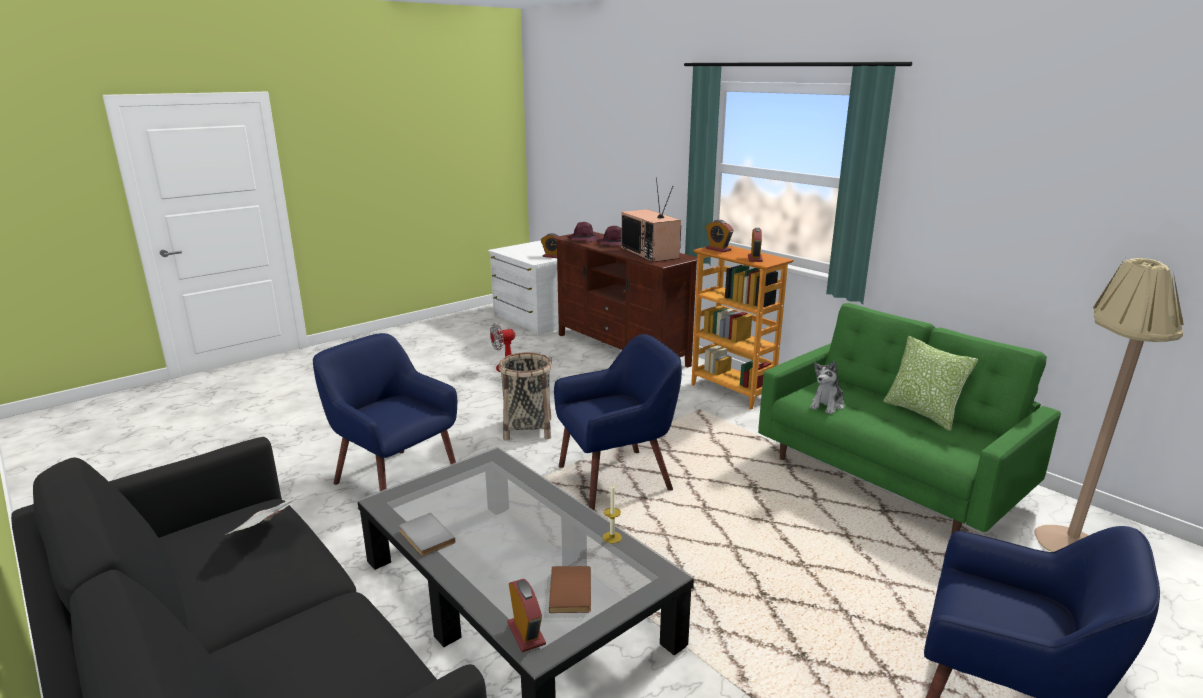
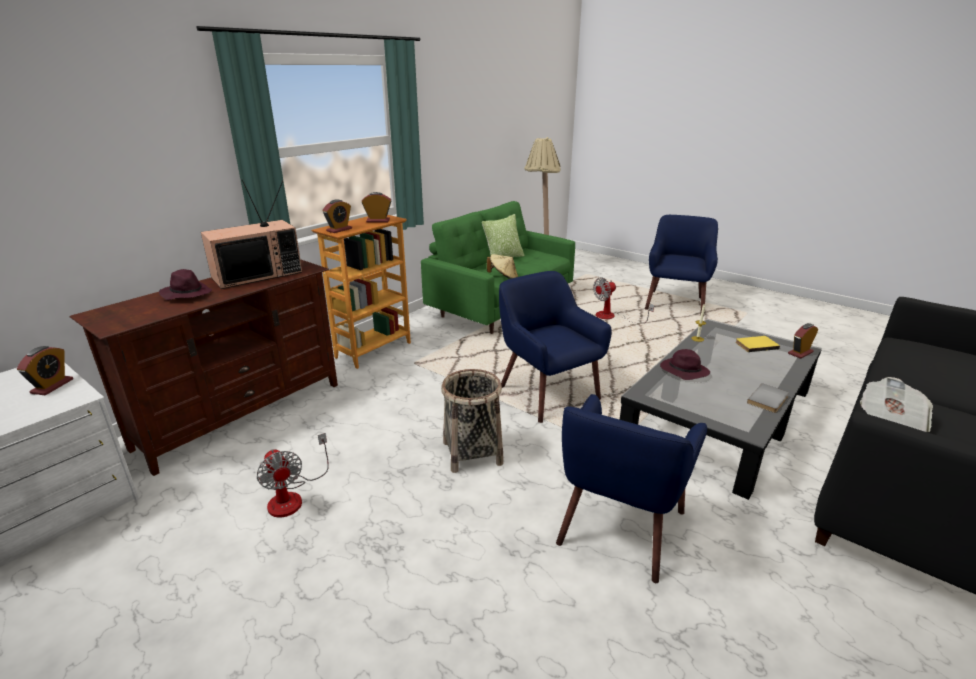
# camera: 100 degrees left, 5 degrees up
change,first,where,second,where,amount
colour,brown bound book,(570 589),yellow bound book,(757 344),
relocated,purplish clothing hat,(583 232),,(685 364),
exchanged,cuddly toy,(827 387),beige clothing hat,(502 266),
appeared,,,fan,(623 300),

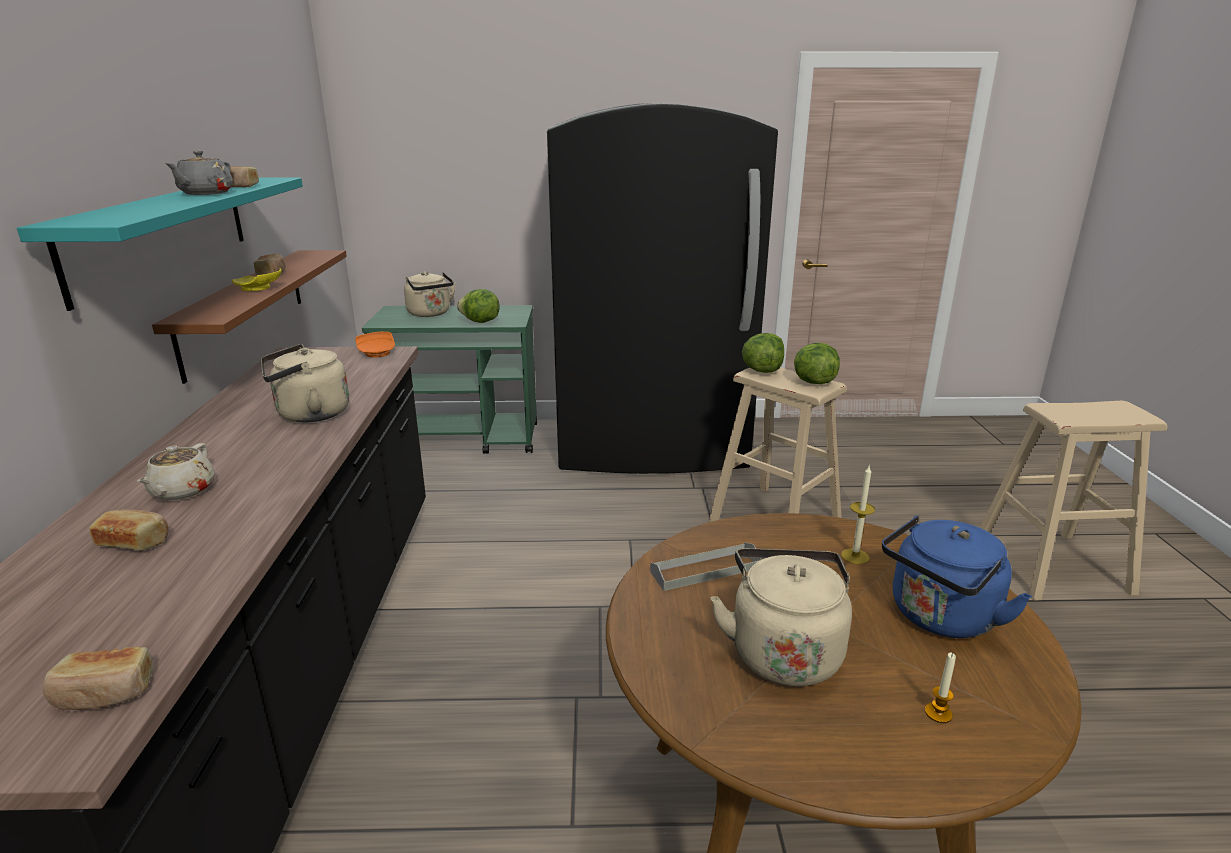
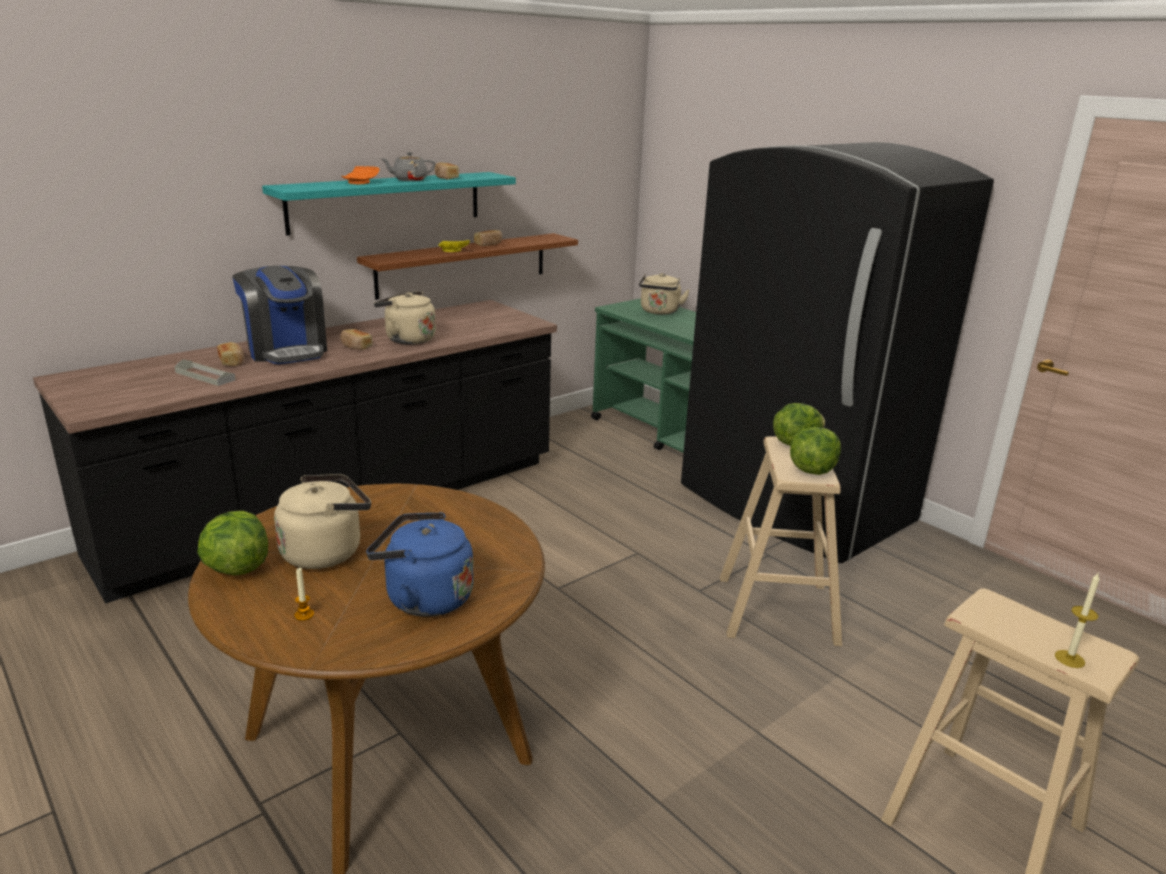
# camera: 50 degrees right, 0 degrees up
change,first,where,second,where,amount
relocated,baked bread,(98 678),,(356 339),
exchanged,beige pot for tea,(175 472),coffee brewer,(279 315),
relocated,orange flat dish,(375 345),,(360 175),
relocated,head of lettuce,(478 306),,(232 543),
relocated,gray tray,(706 566),,(205 372),
relocated,wax candle,(858 515),,(1077 620),

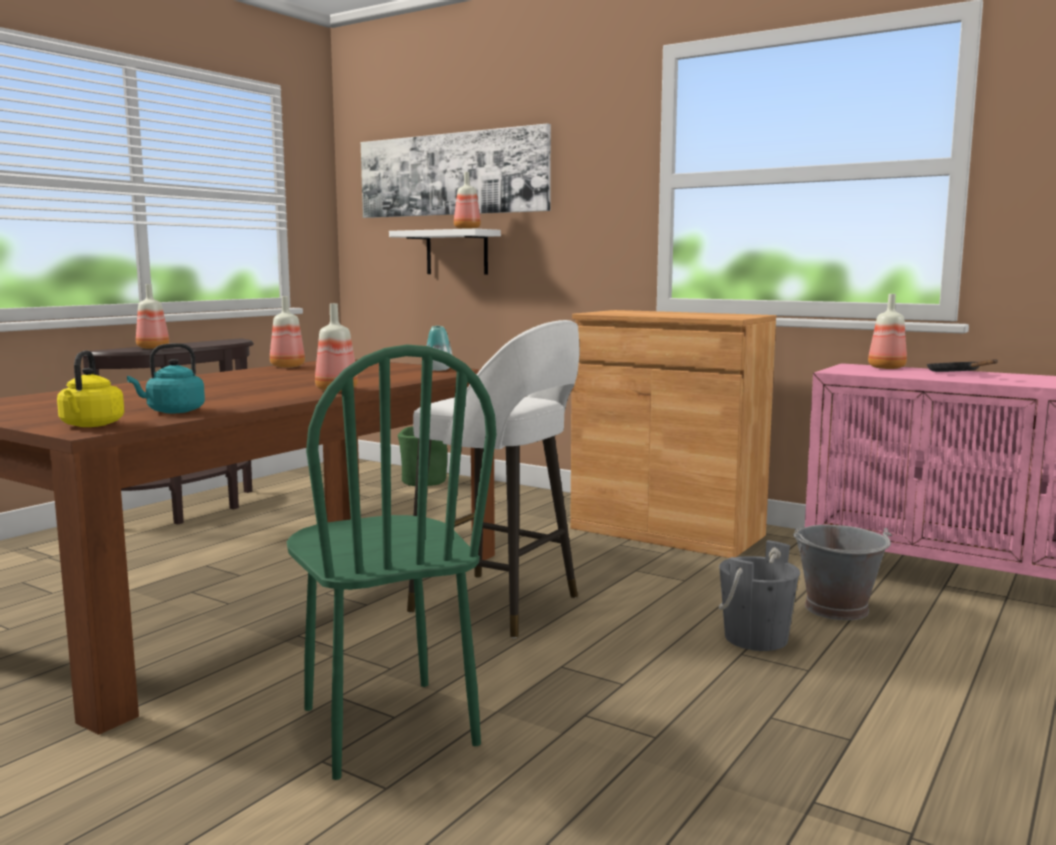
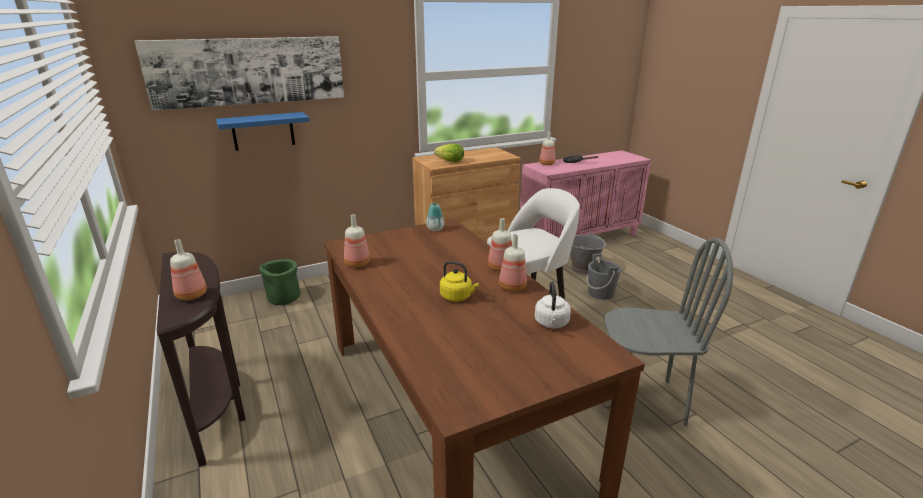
# camera: 60 degrees left, 15 degrees up
change,first,where,second,where,amount
relocated,yellow water kettle,(90 388),,(459 281),
colour,turquoise-coloured water kettle,(166 378),whitish water kettle,(553 305),
colour,green upright chair,(391 562),gray upright chair,(668 332),
colour,whitish shelf,(445 252),blue-coloured shelf,(262 131),
relocated,bottle,(467 200),,(513 263),
appeared,,,head of lettuce,(449 153),

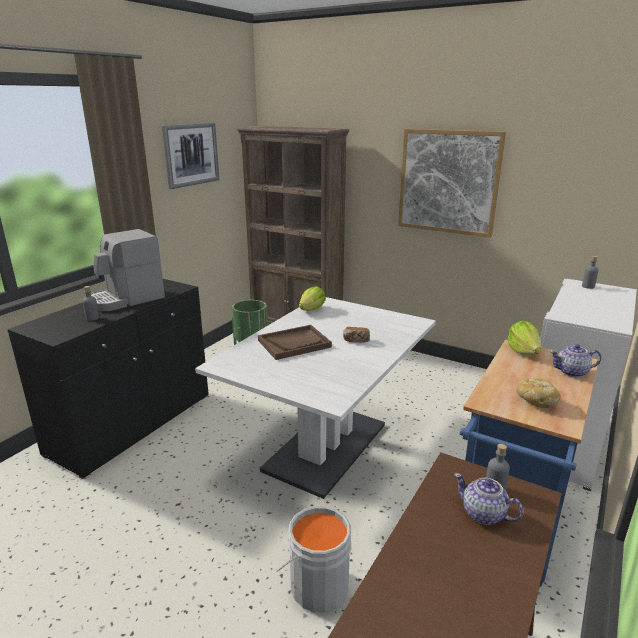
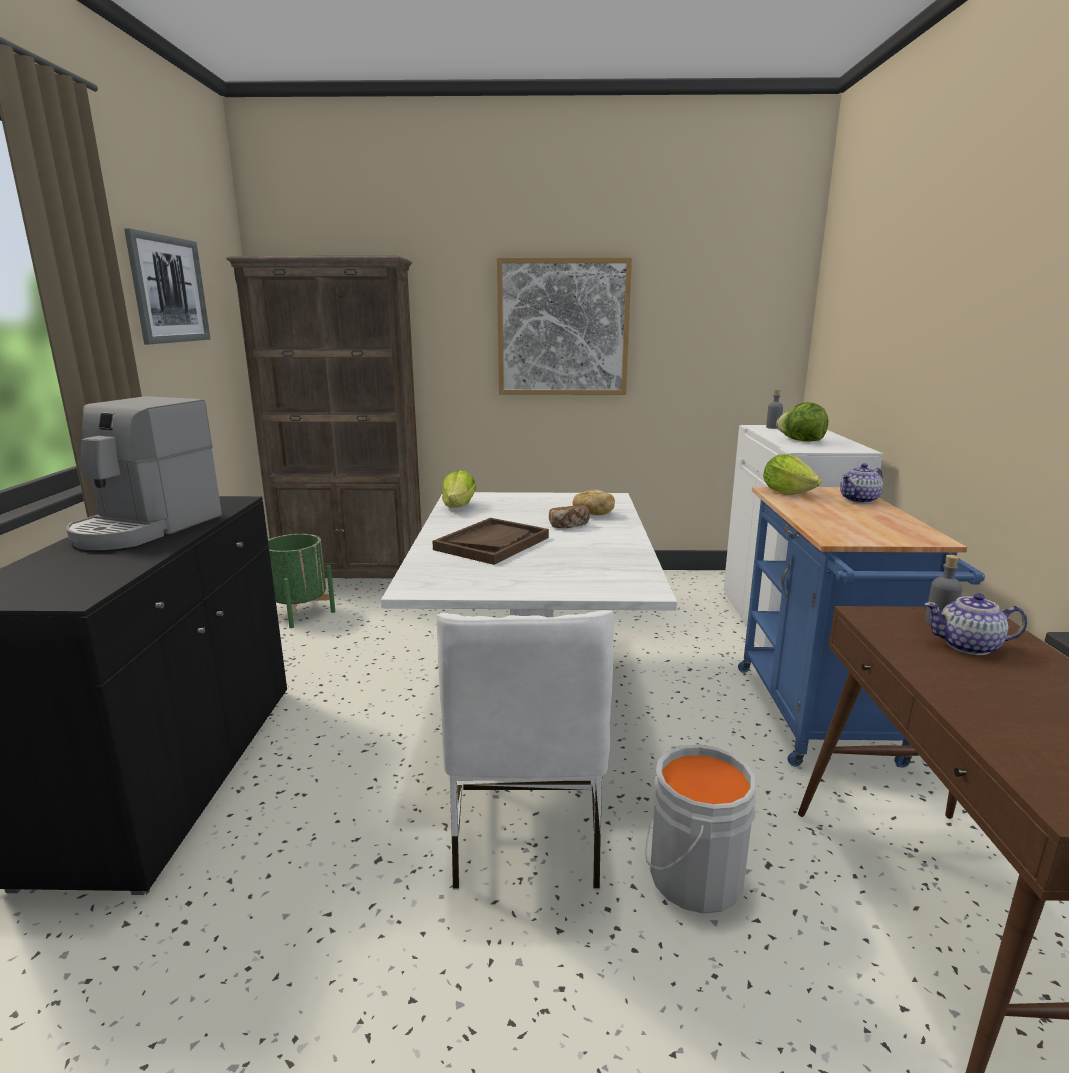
# camera: 30 degrees left, 5 degrees down
change,first,where,second,where,amount
missing,gray bottle,(91 303),,,
relocated,baked bread,(538 393),,(593 502),
appeared,,,whitish upright chair,(525 749),
appeared,,,head of lettuce,(802 422),

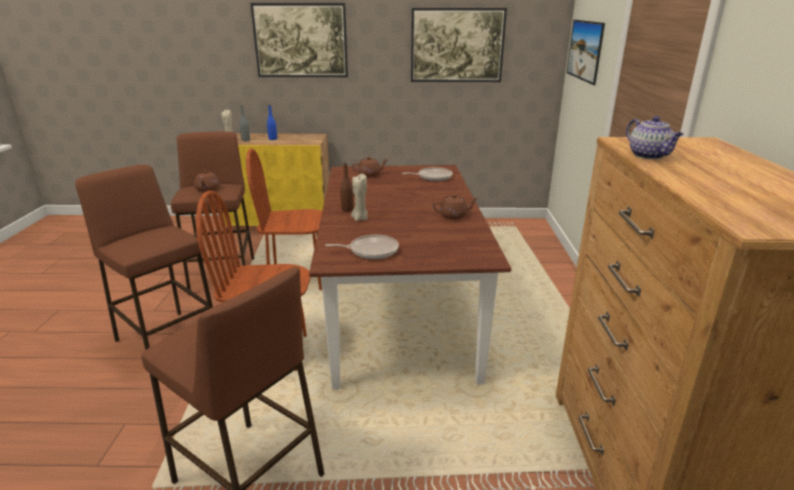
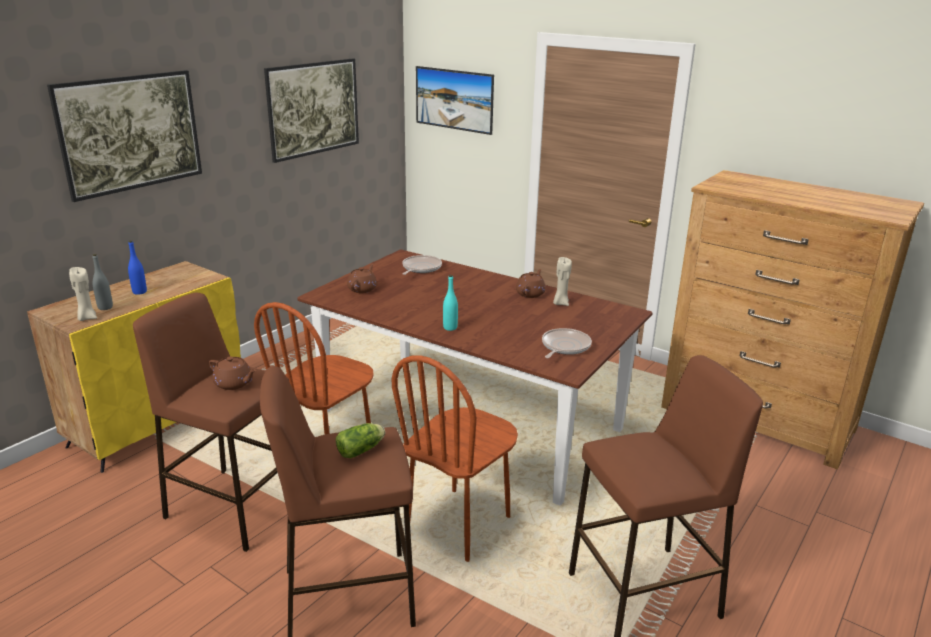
# camera: 55 degrees left, 0 degrees up
change,first,where,second,where,amount
colour,brown bottle,(346 187),turquoise-coloured bottle,(450 303),
relocated,beige wax candle,(359 197),,(562 281),
missing,pot for tea,(654 137),,,
appeared,,,head of lettuce,(360 440),

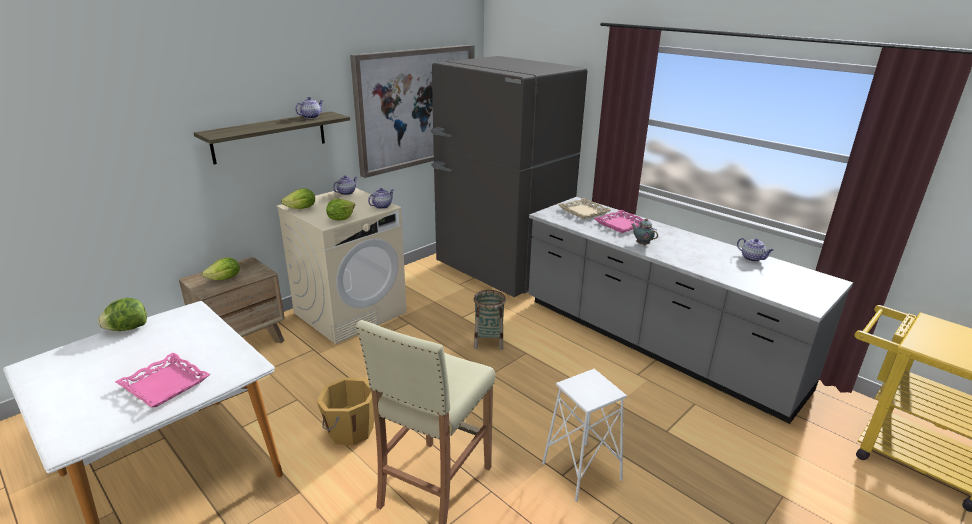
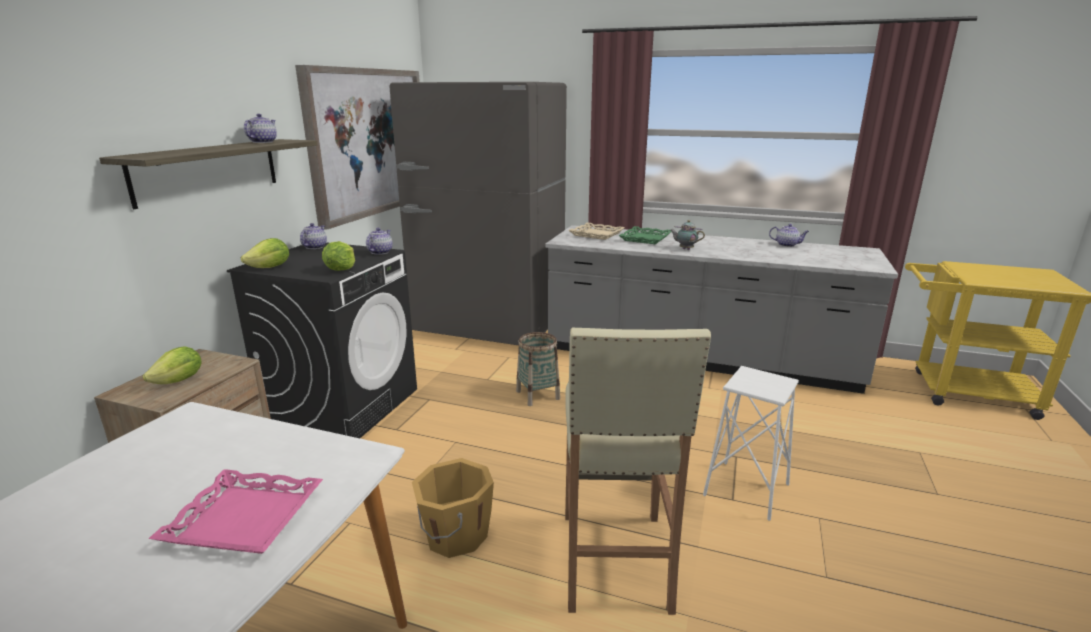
# camera: 25 degrees left, 5 degrees down
change,first,where,second,where,amount
missing,head of lettuce,(122 314),,,
colour,beige laundry appliance,(341 266),black-coloured laundry appliance,(322 340),
colour,pinkish tray,(622 221),green tray,(645 235),

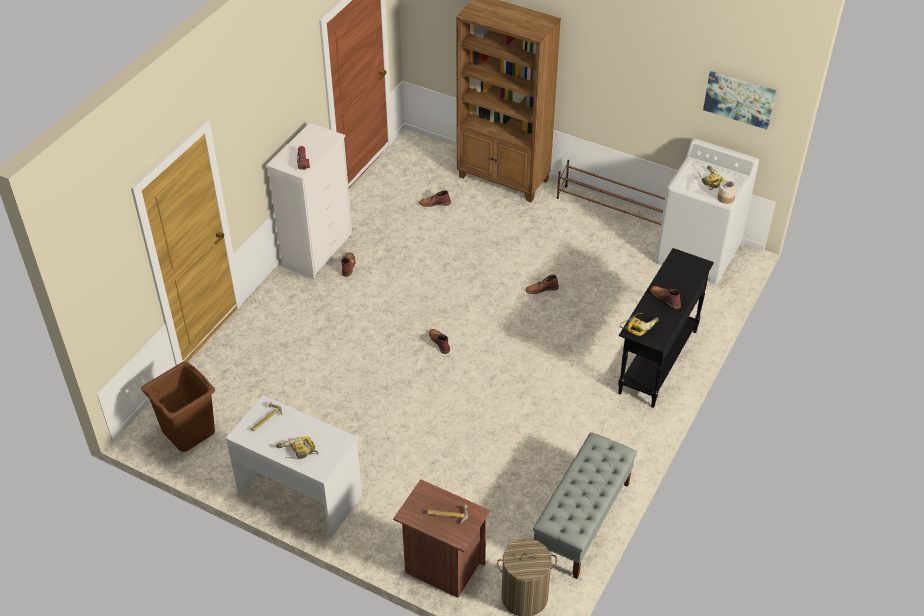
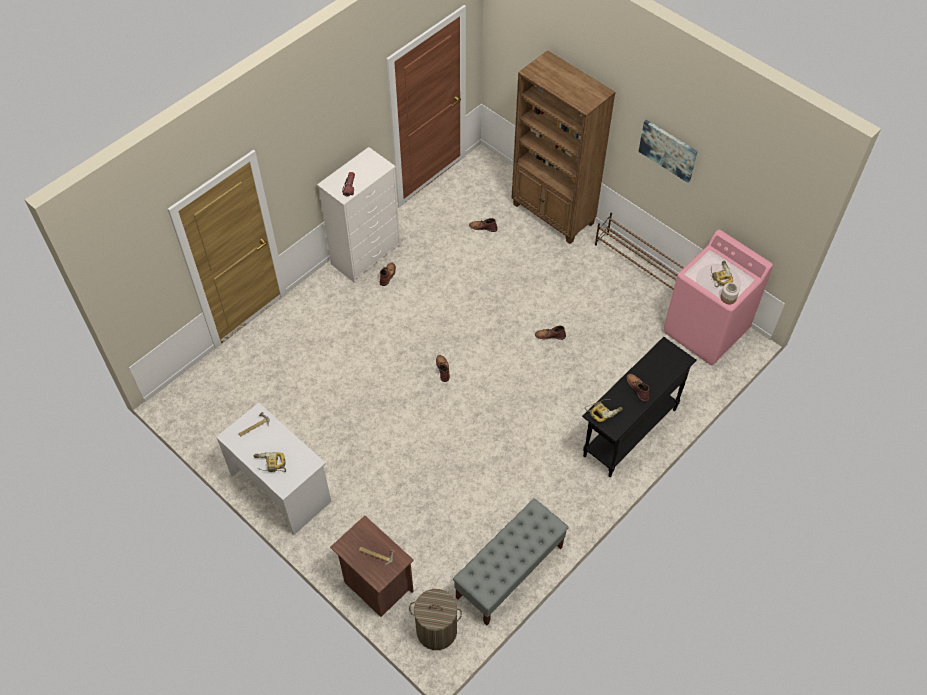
# camera: 15 degrees right, 10 degrees up
change,first,where,second,where,amount
missing,brown washing basket,(178 406),,,
colour,whitish laundry appliance,(707 211),pinkish laundry appliance,(718 297),
relocated,picture,(740 100),,(668 151),

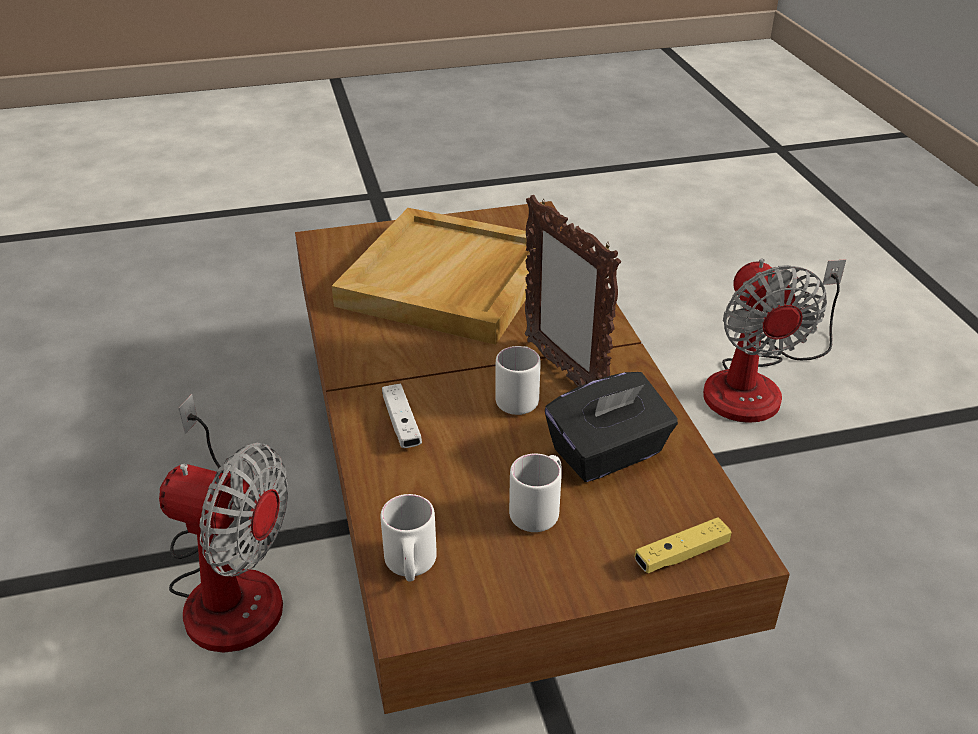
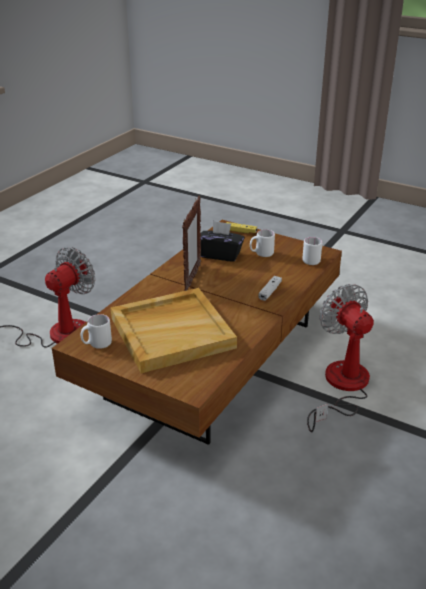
# camera: 135 degrees left, 5 degrees down
change,first,where,second,where,amount
relocated,whitish mug,(518 380),,(96 331),

